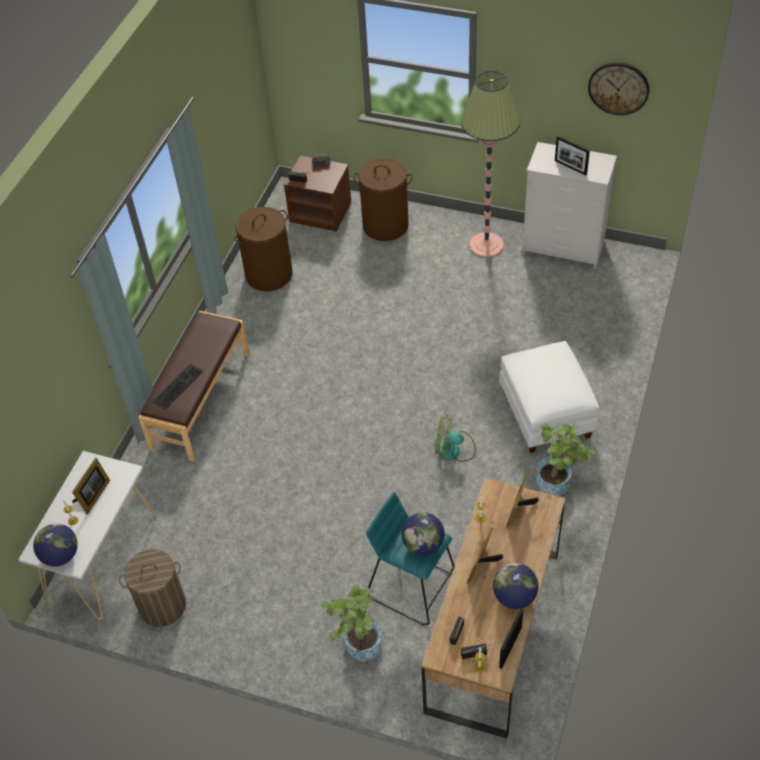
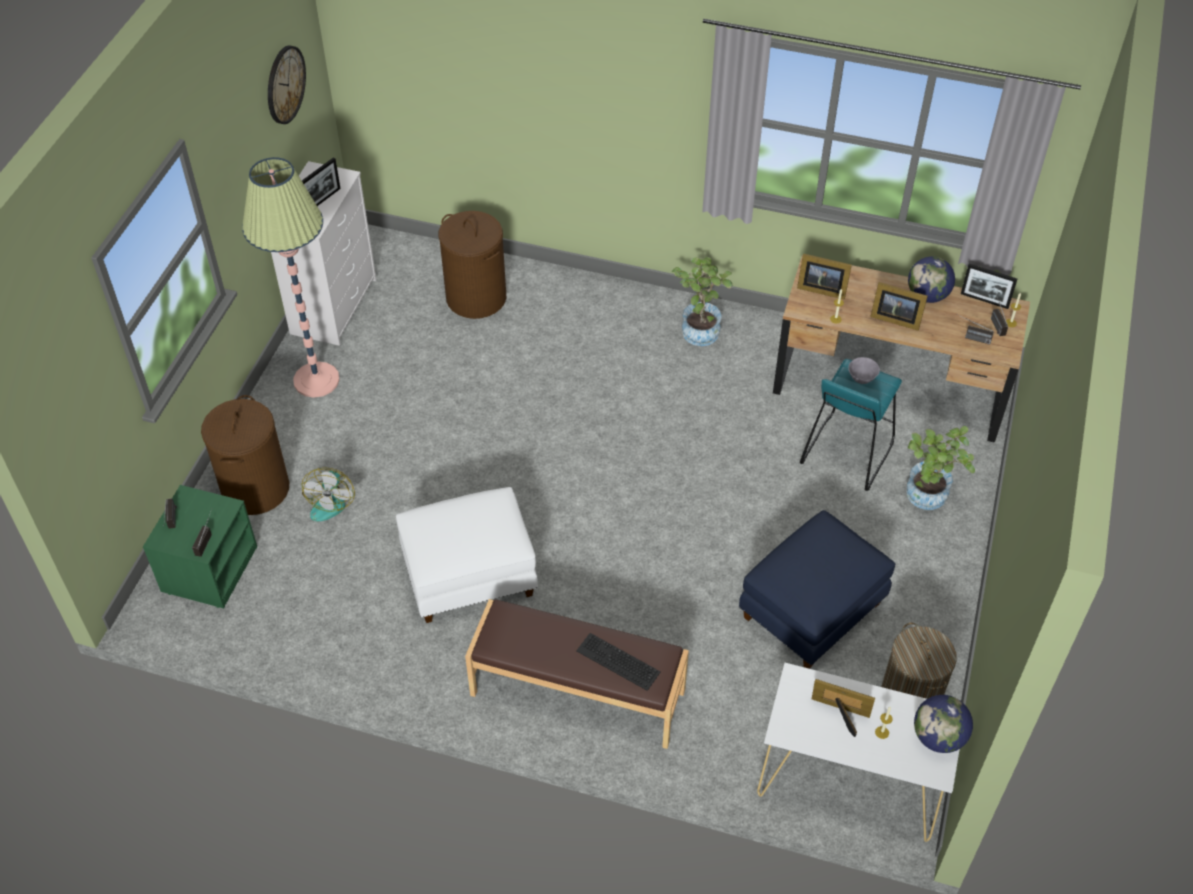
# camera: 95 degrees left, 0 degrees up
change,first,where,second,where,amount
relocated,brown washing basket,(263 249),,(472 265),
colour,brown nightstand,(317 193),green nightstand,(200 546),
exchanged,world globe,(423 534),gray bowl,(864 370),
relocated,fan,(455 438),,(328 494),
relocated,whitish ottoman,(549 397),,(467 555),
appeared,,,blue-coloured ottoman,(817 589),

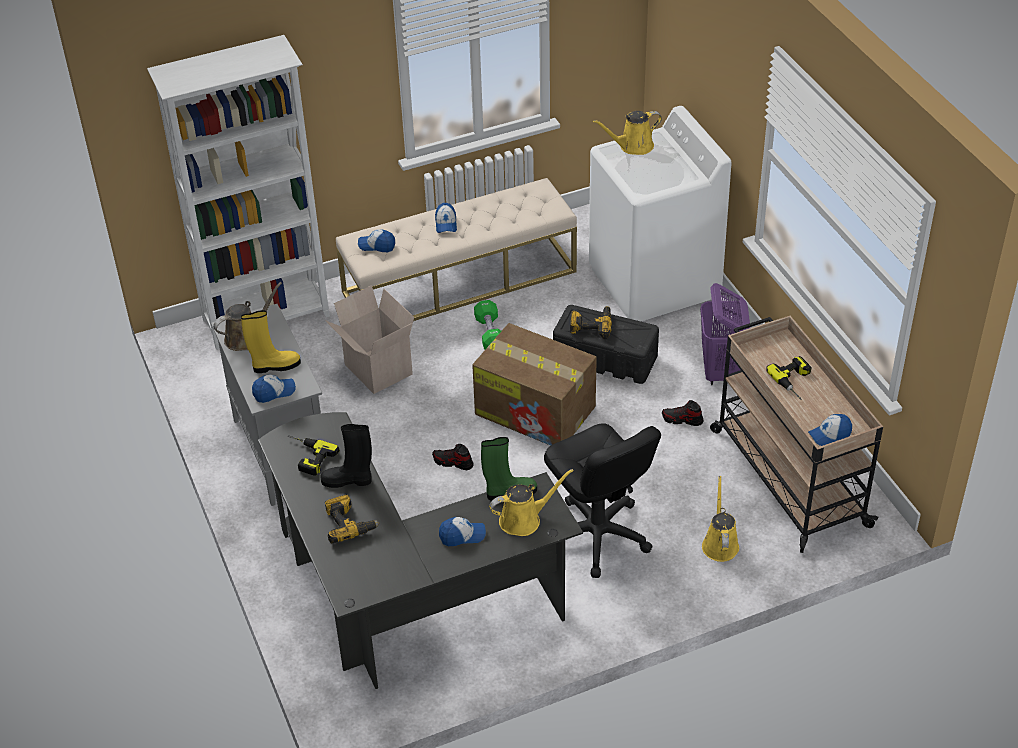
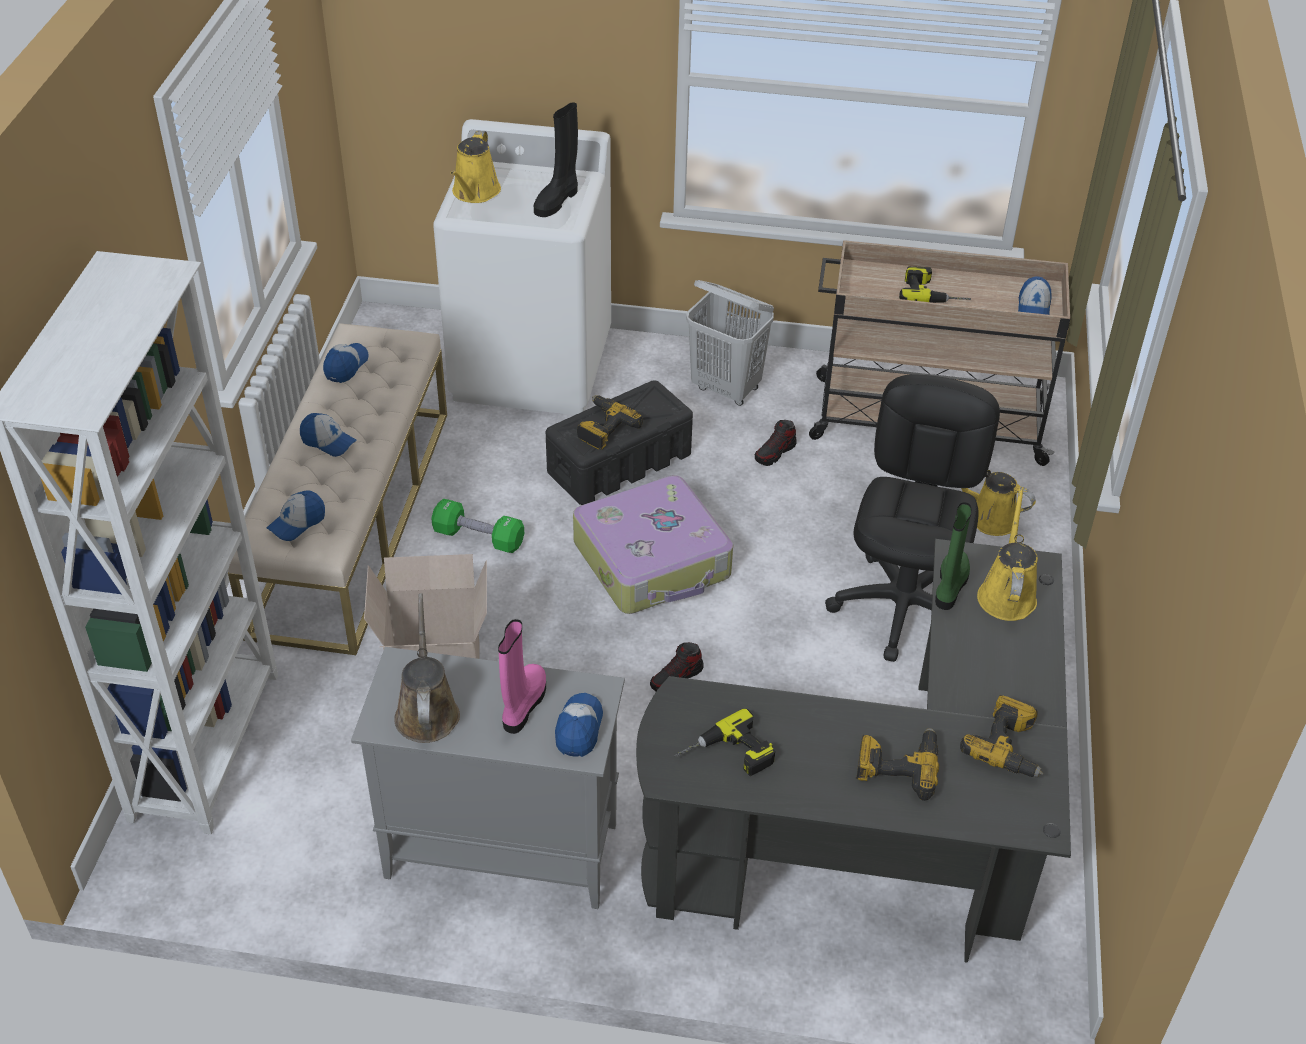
# camera: 60 degrees left, 0 degrees up
change,first,where,second,where,amount
colour,yellow high-top boot,(271 341),pinkish high-top boot,(522 676),
relocated,black-coloured high-top boot,(346 456),,(556 159),
relocated,cap,(462 531),,(345 363),
exchanged,carton,(534 384),travel case,(653 544),
spun,black-coloured desk chair,(602 500),,(912 518),75 degrees counterclockwise
colour,purplish washing basket,(725 334),whitish washing basket,(730 343),
appeared,,,drill,(1001 736),

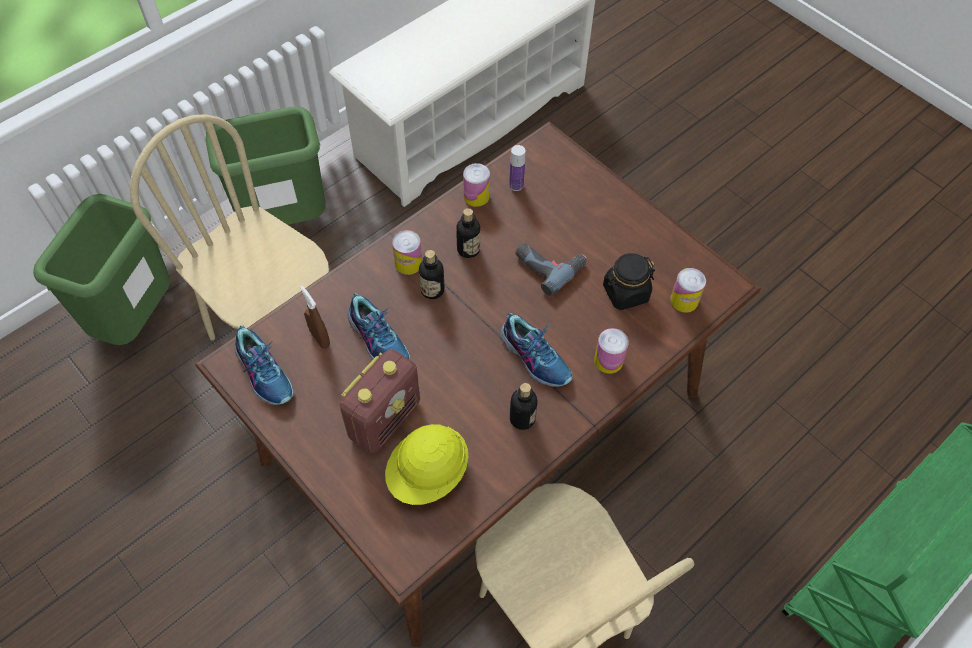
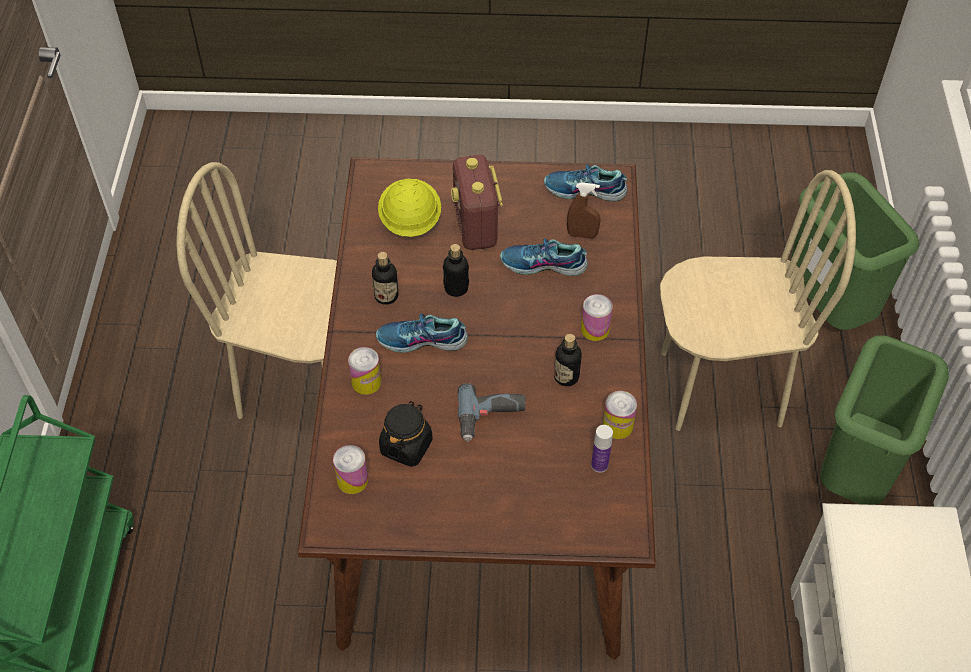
# camera: 135 degrees right, 5 degrees down
change,first,where,second,where,amount
relocated,bottle,(432 274),,(456 270),

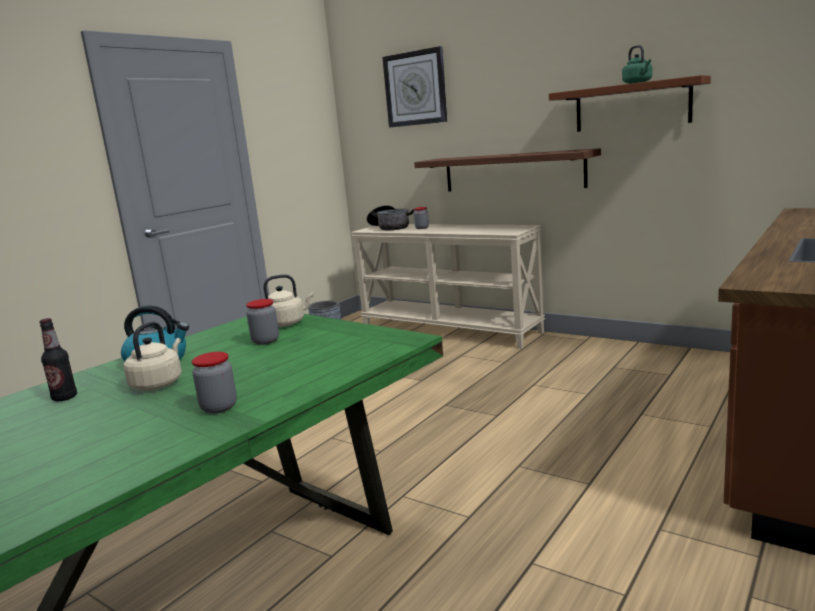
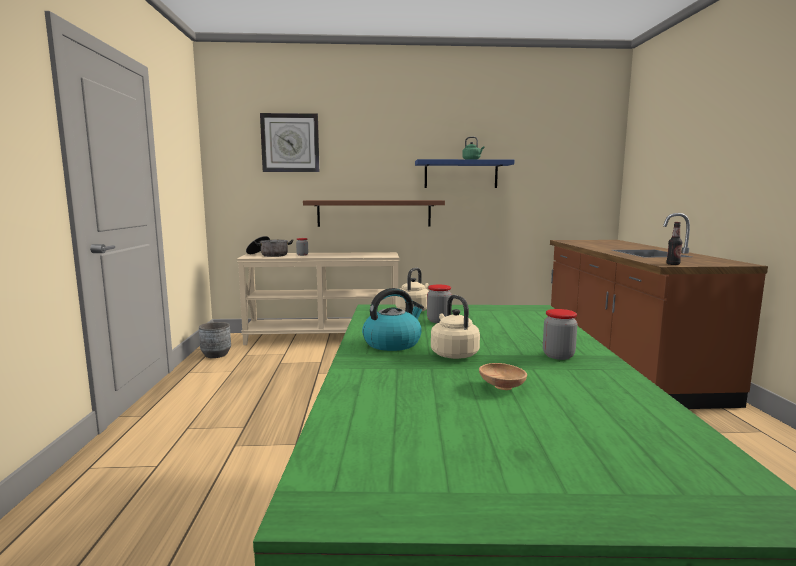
# camera: 40 degrees left, 5 degrees down
change,first,where,second,where,amount
relocated,bottle,(58 359),,(674 243),
colour,brown shelf,(630 103),blue-coloured shelf,(464 173),
appeared,,,brown bowl,(503 376),

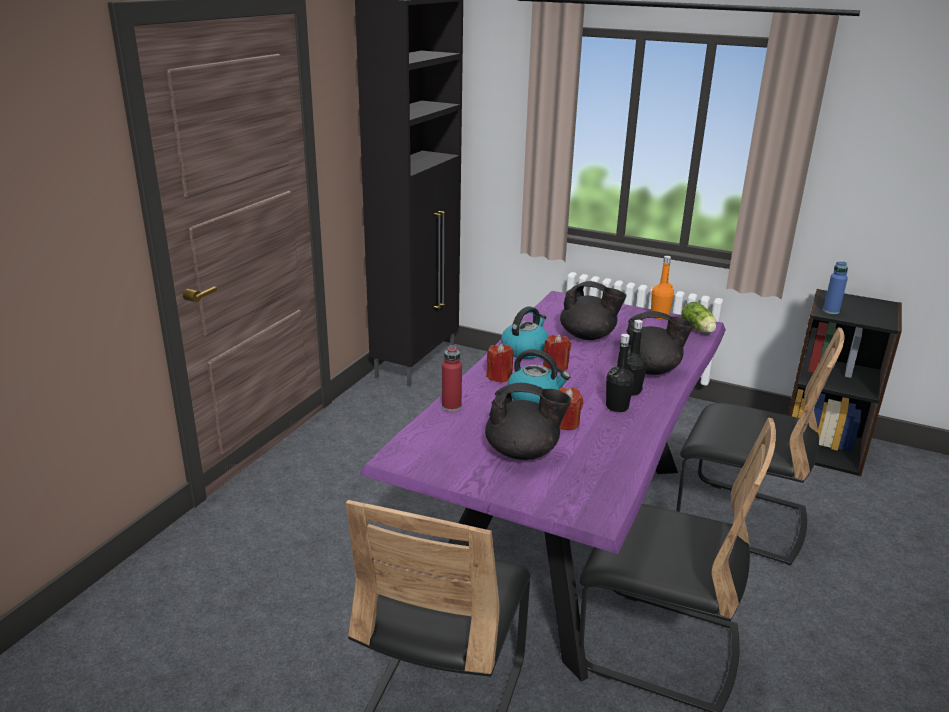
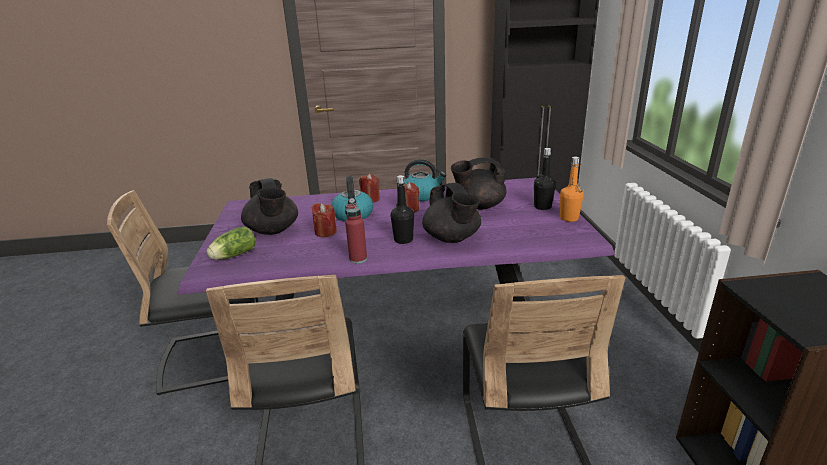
# camera: 60 degrees right, 0 degrees up
change,first,where,second,where,amount
relocated,red-coloured bottle,(452 378),,(356 233),
spun,black-coloured pot for tea,(593 310),,(478 183),90 degrees clockwise
relocated,black-coloured bottle,(620 373),,(545 179),
relocated,head of lettuce,(698 317),,(231 243),
missing,blue-coloured bottle,(835 288),,,

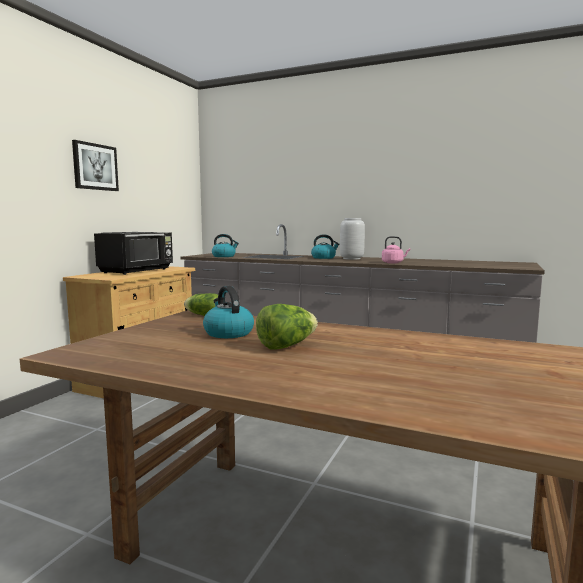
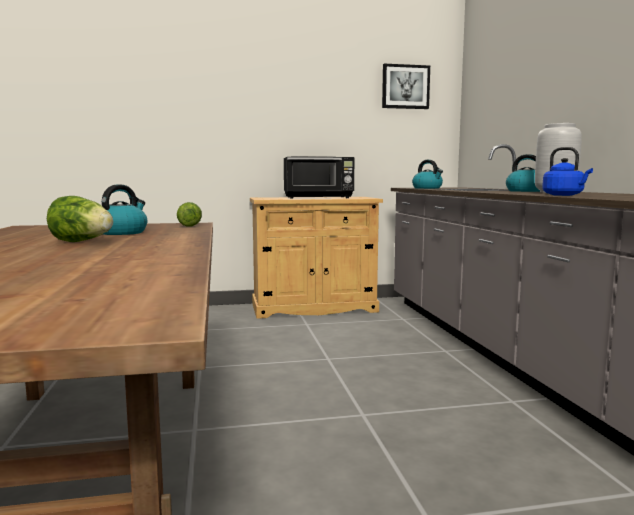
# camera: 55 degrees right, 0 degrees up
change,first,where,second,where,amount
relocated,picture,(95 165),,(406 86),
colour,pinkish water kettle,(396 249),blue-coloured water kettle,(567 171),

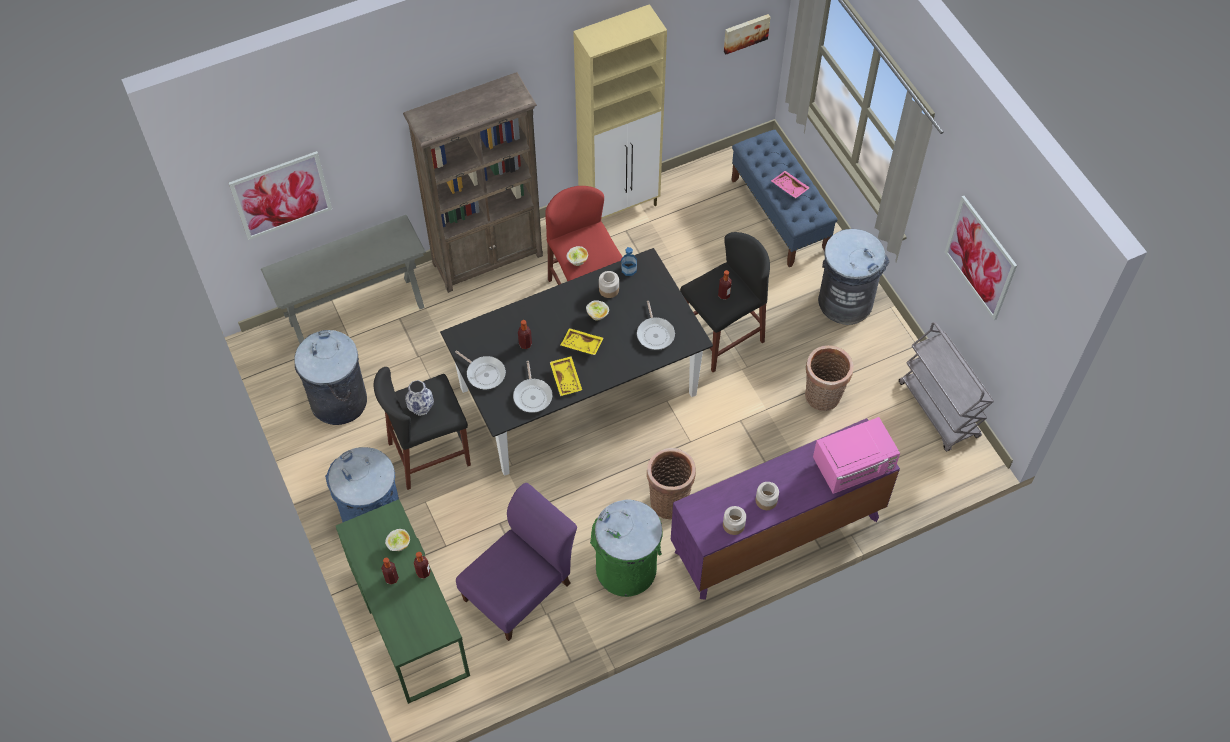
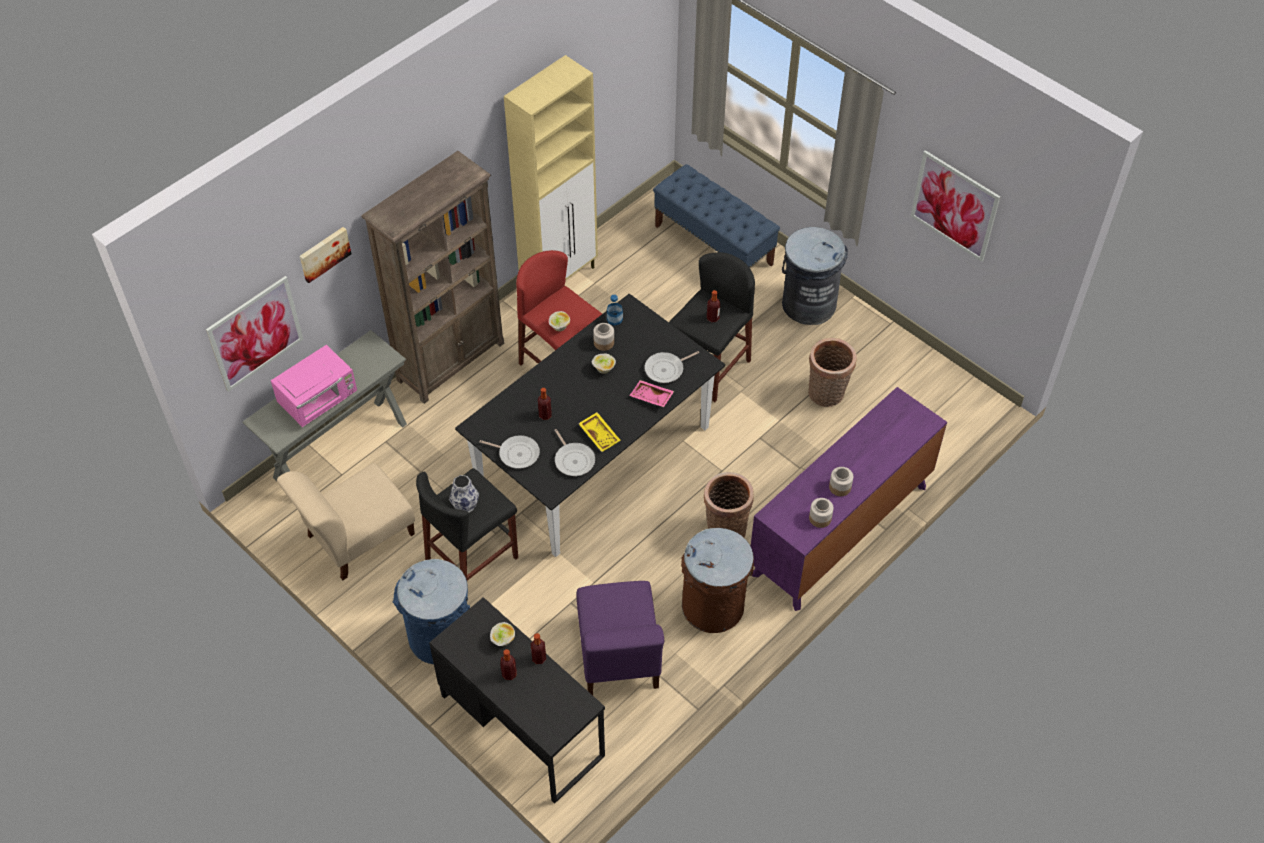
# camera: 20 degrees left, 5 degrees down
change,first,where,second,where,amount
exchanged,gray rubbish bin,(330 377),beige upright chair,(346 521),
colour,green desk,(403 601),black-coloured desk,(517 700),
spun,purplish upright chair,(516 562),,(620 638),150 degrees clockwise
missing,yellow tray,(582 341),,,
colour,green rubbish bin,(626 548),brown rubbish bin,(717 580),
spun,skillet,(656 325),,(671 367),90 degrees clockwise
relocated,picture,(747 34),,(325 255),
relocated,pinkish tray,(790 184),,(651 393),
relocated,pinkish microwave,(856 455),,(314 386),
missing,gray cart,(946 387),,,

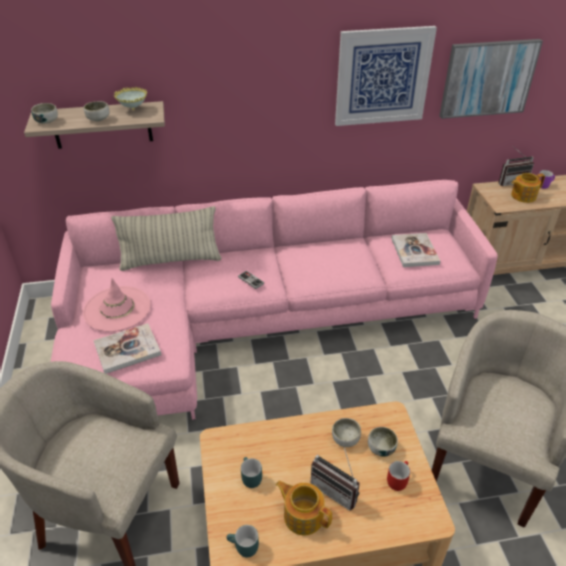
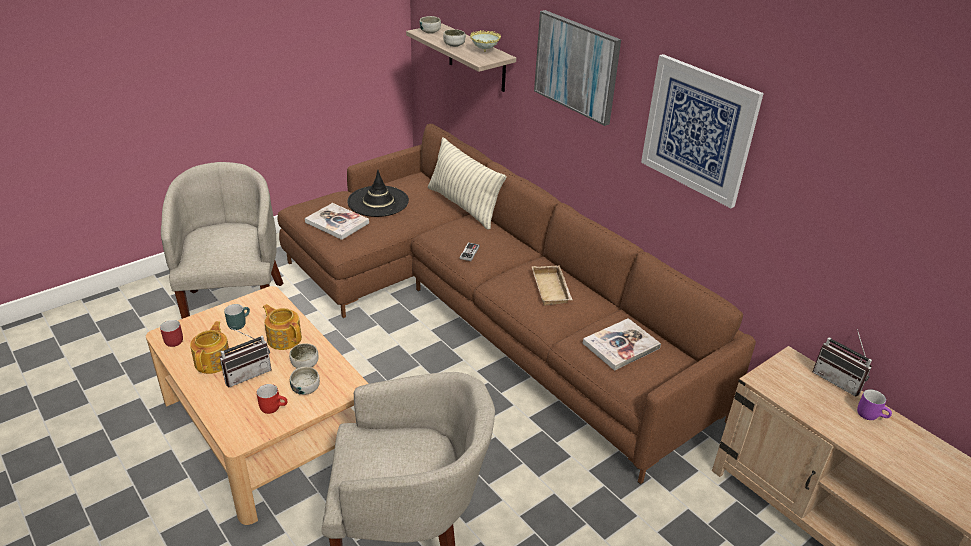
# camera: 60 degrees right, 5 degrees down
change,first,where,second,where,amount
colour,pinkish couch,(274 300),brown couch,(516 304),
colour,pinkish clothing hat,(117 305),black-coloured clothing hat,(378 193),
colour,turquoise-coloured mug,(243 541),red-coloured mug,(171 333),
spun,radio set,(335 477),,(245 357),135 degrees counterclockwise
relocated,picture,(491 79),,(577 68),
relocated,pot for tea,(528 188),,(282 327),
appeared,,,beige tray,(552 285),

